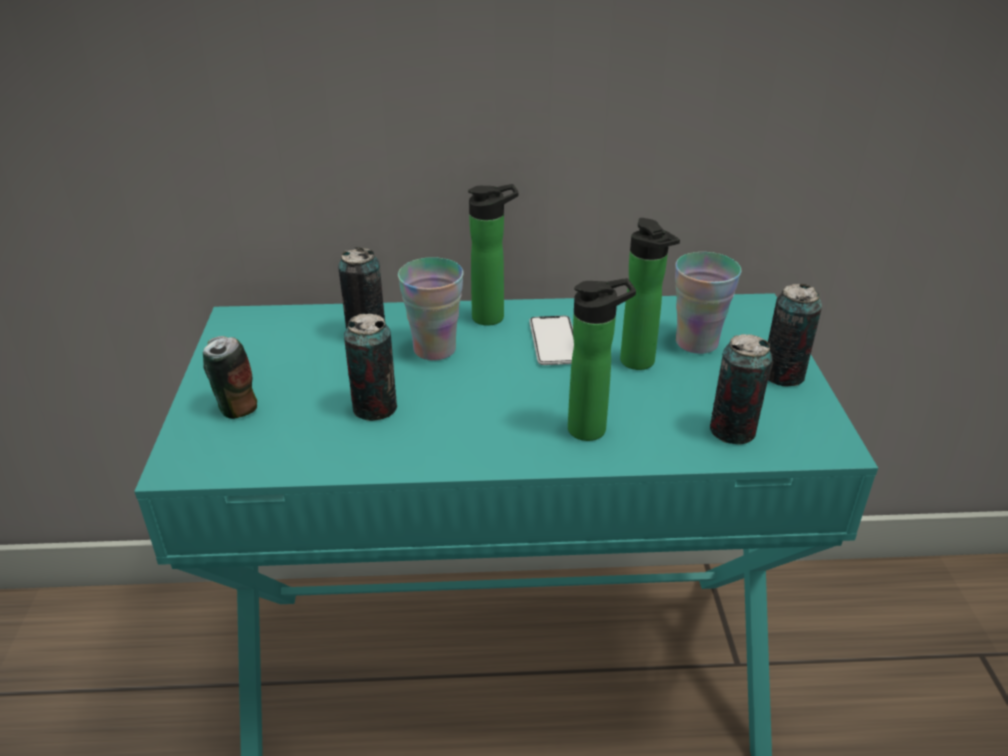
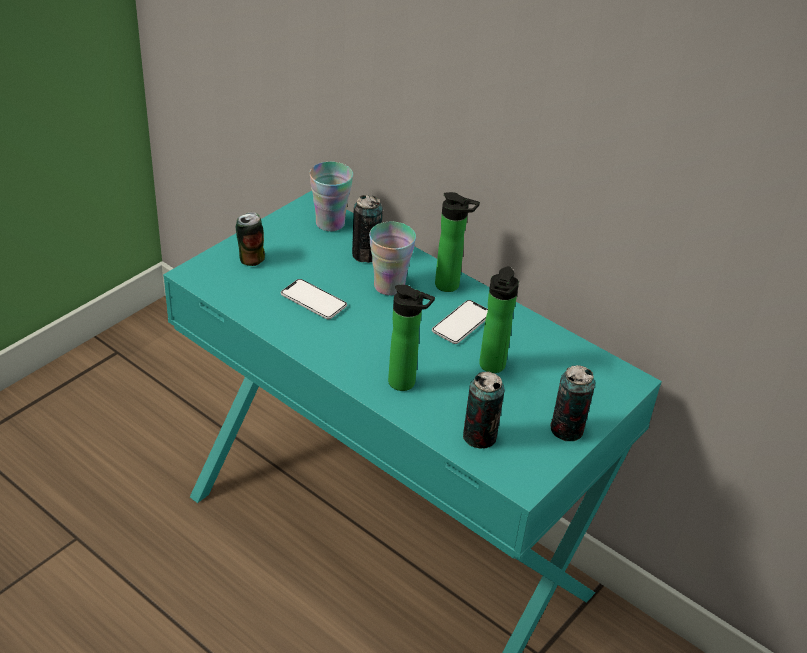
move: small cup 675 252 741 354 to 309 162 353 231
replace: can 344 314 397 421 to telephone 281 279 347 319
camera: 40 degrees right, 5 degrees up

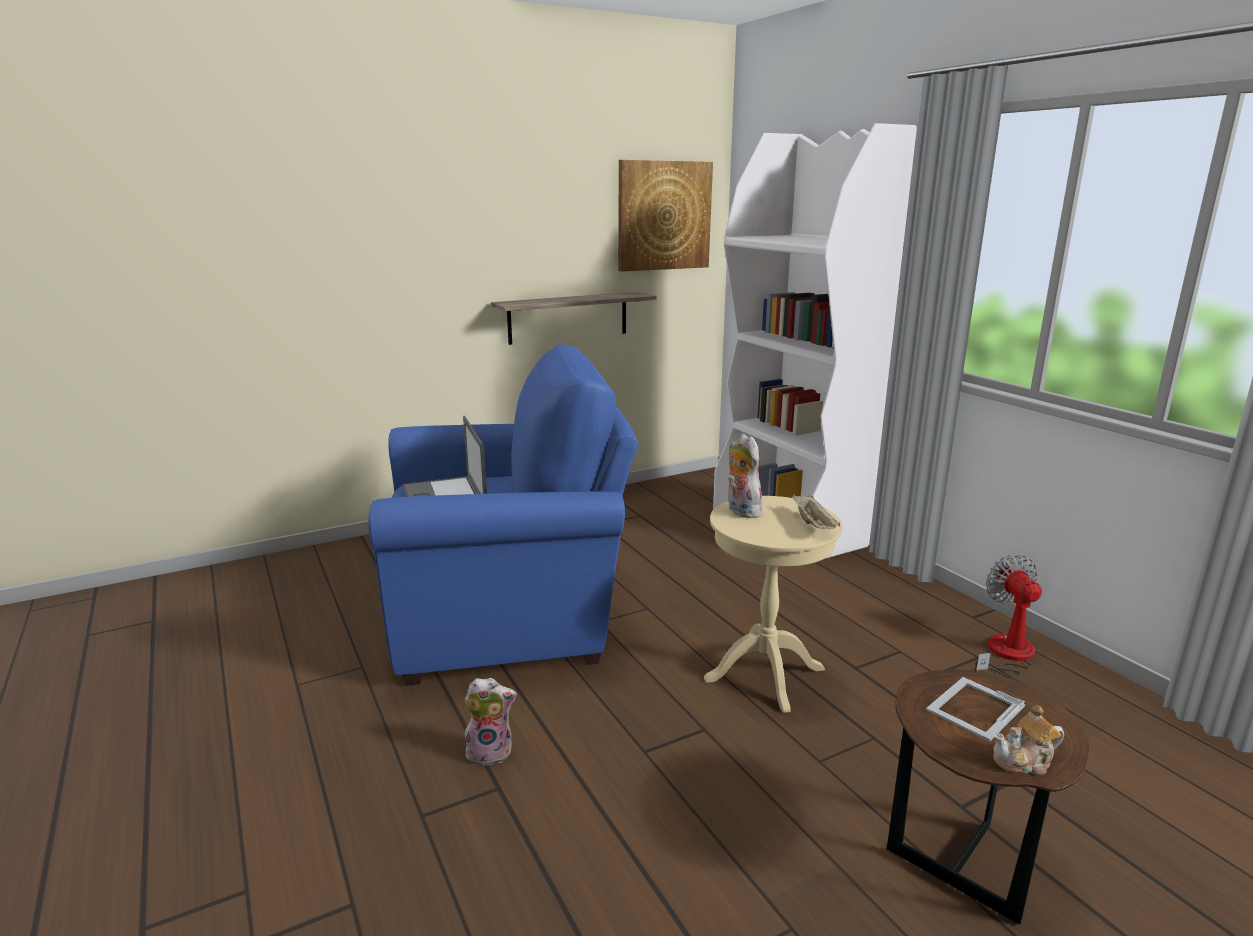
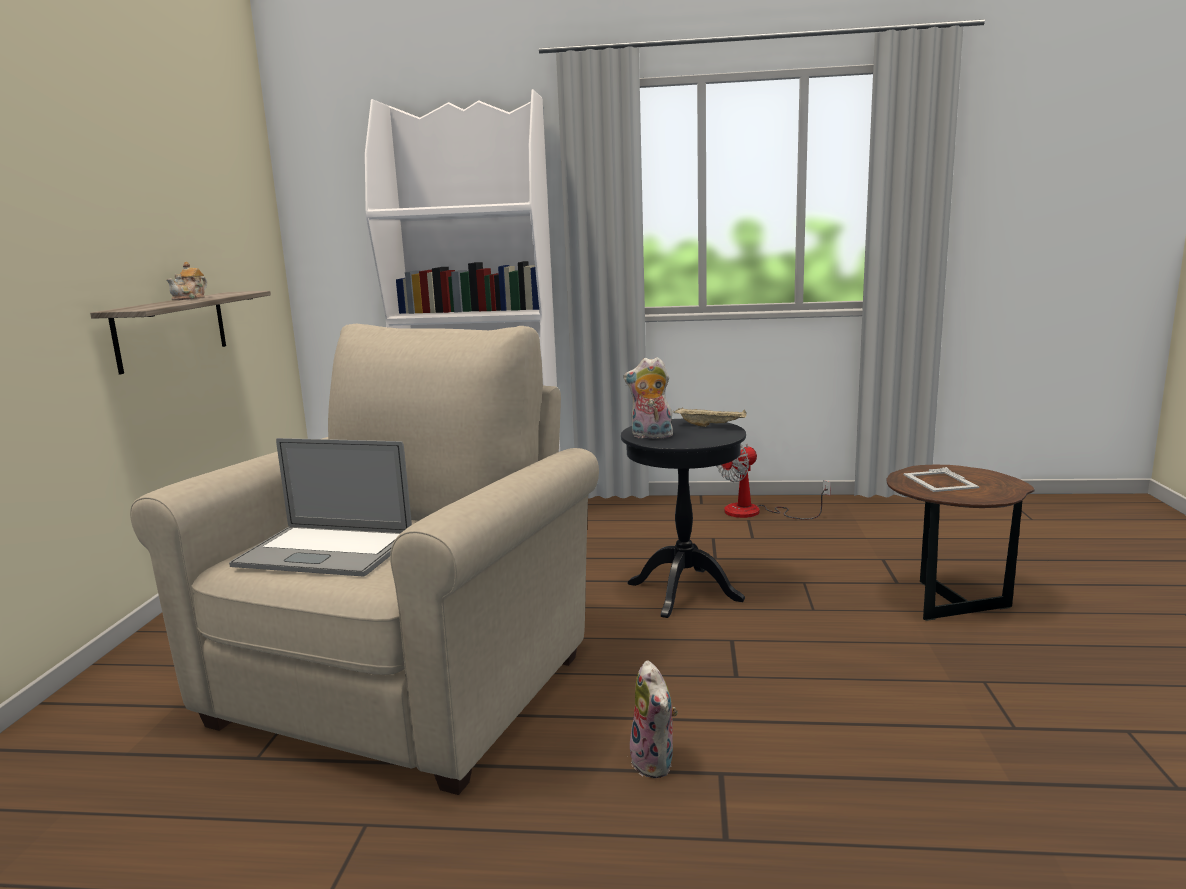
delete: picture 618 160 713 272
move: tea pot 993 705 1064 775 to 166 262 207 300
recolor: blue-coloured easy chair 368 344 639 686 to sand-coloured easy chair 130 324 599 795; sand-coloured accent table 704 496 843 713 to blackish accent table 621 419 746 618
rotate: plush toy 465 678 517 766 = 627 660 678 778 135 degrees clockwise; cooling fan 970 554 1042 679 = 716 444 831 520 60 degrees counterclockwise
camera: 55 degrees left, 5 degrees down

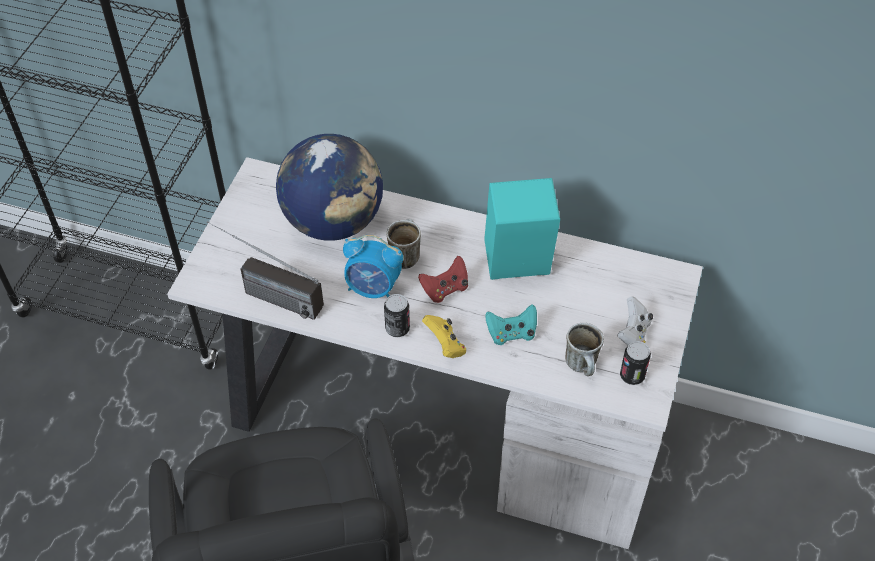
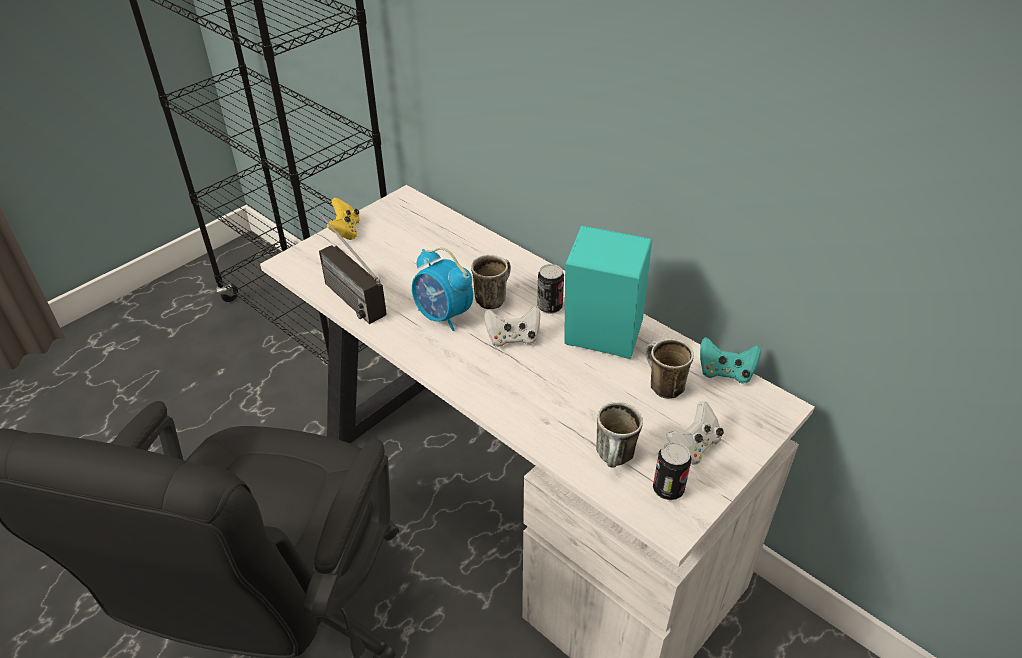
delete: globe 276 134 383 241
insert: mug 646 339 694 399
move: yellowish gamepad 422 315 466 358 to 327 198 360 240; can 384 294 410 337 to 537 264 564 314; blue-green gamepad 486 304 537 345 to 700 337 761 384
recolor: red gamepad 418 256 468 303 to white gamepad 484 306 540 347
camera: 25 degrees right, 10 degrees down

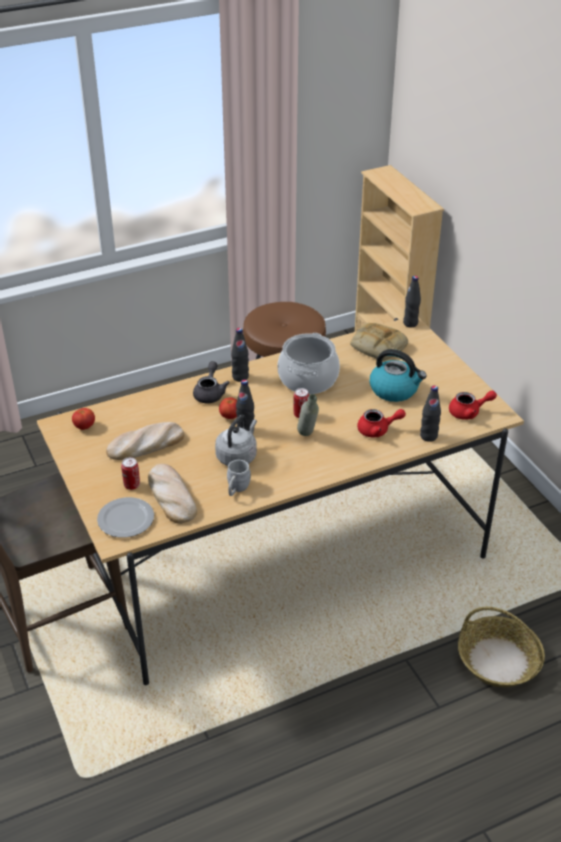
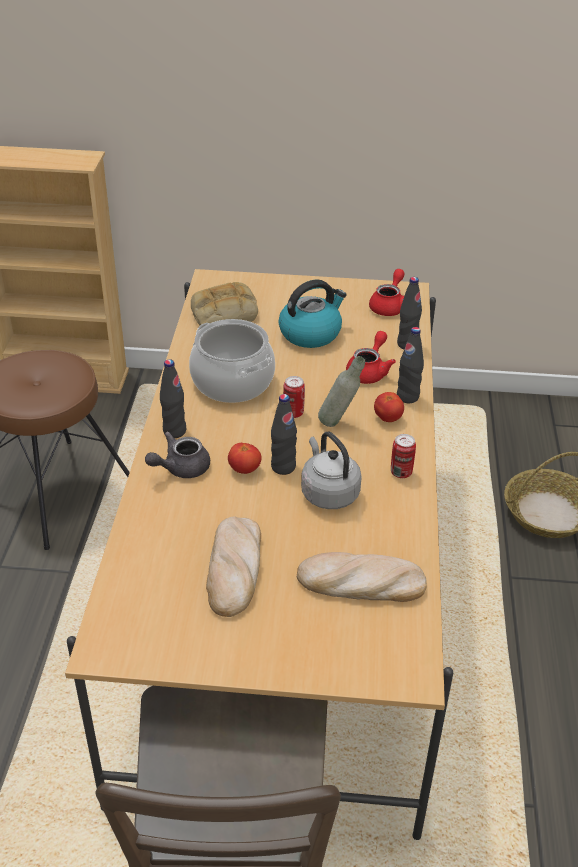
delete: flat dish 97 497 154 538; gray mug 227 460 251 496
move: whole tomato 72 408 95 430 to 374 392 404 422; can 121 457 140 490 to 391 434 416 478; blackish drink bottle 403 276 421 327 to 397 327 424 403
rotate: gray tea pot 193 361 230 403 = 145 431 210 478 75 degrees counterclockwise
camera: 60 degrees left, 0 degrees up

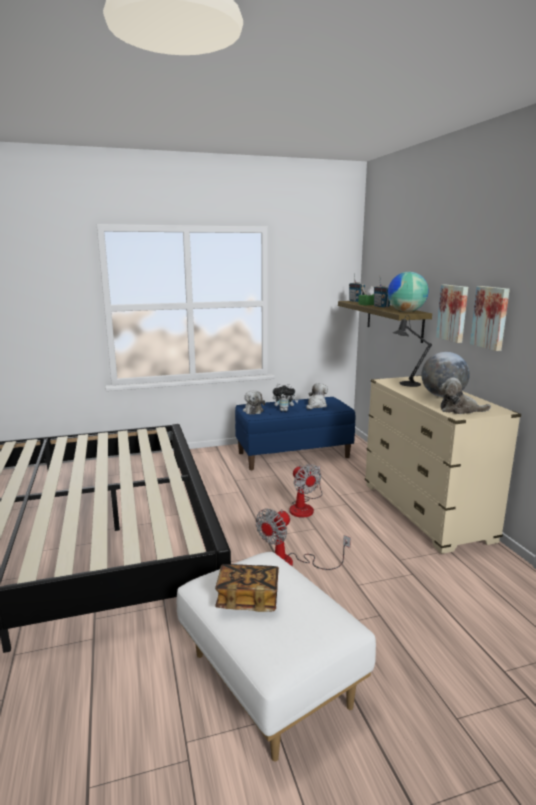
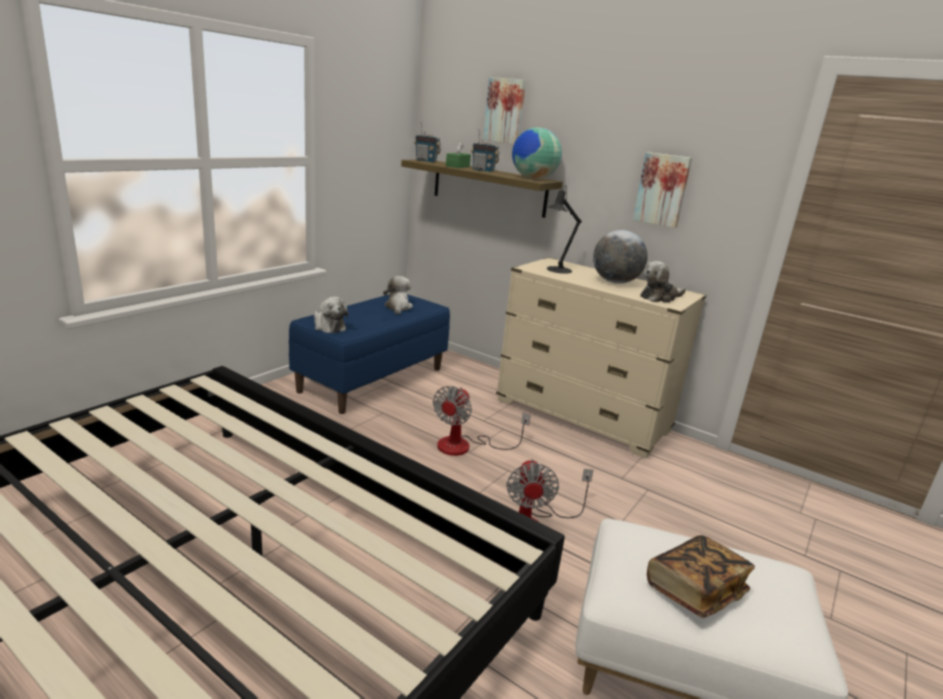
delete: plush toy 273 383 298 411
move: picture 436 285 468 343 to 483 77 526 144
rotate: cooling fan 289 464 322 518 = 433 386 531 456 90 degrees clockwise
camera: 40 degrees left, 5 degrees up

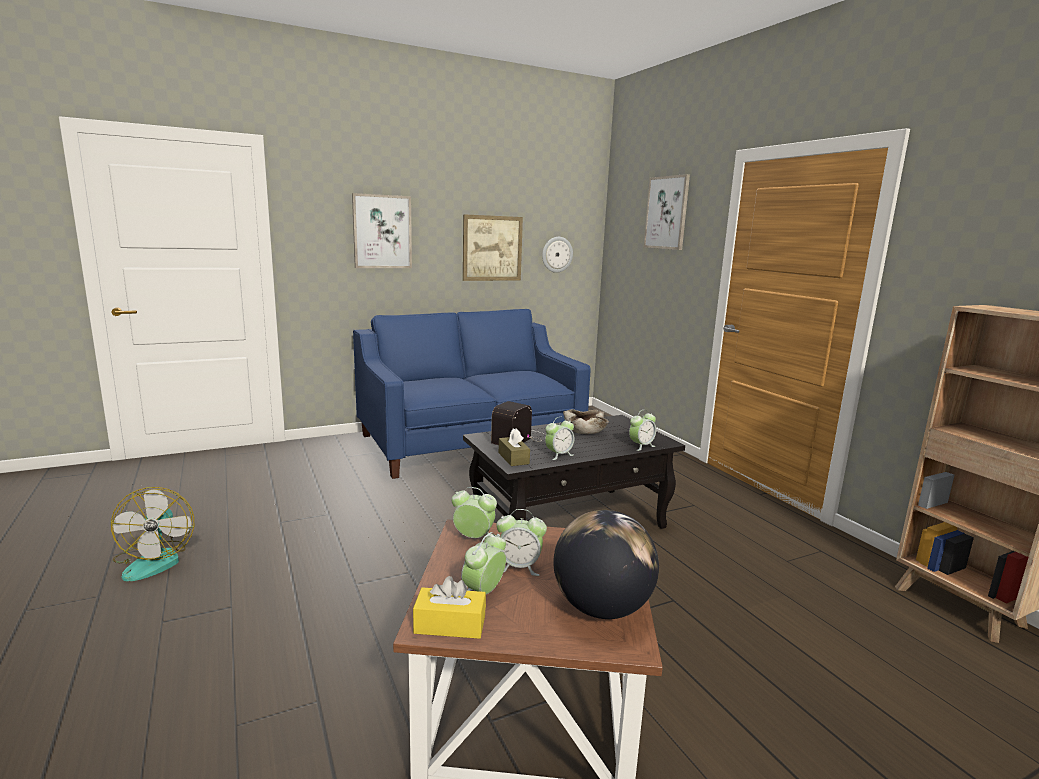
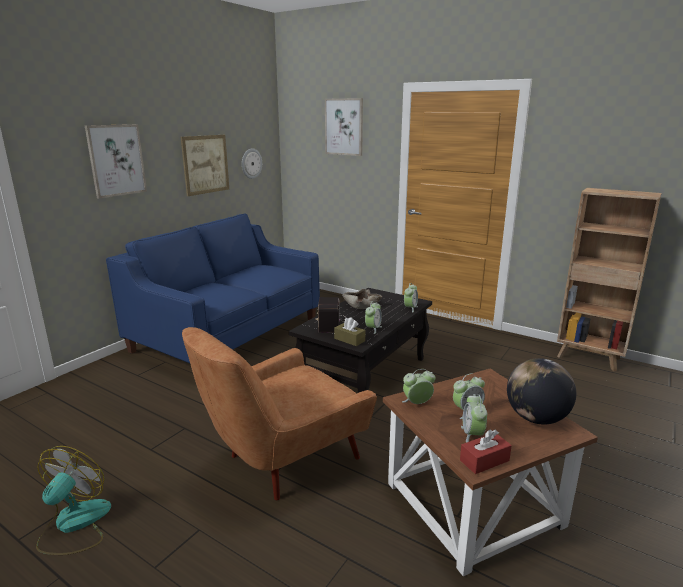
insert: brown easy chair 182 327 377 500
recolor: yellowish box of tissues 413 576 486 639 to red box of tissues 460 429 512 474
rotate: cooling fan 111 487 194 581 = 36 446 111 555 120 degrees counterclockwise
camera: 30 degrees left, 5 degrees up

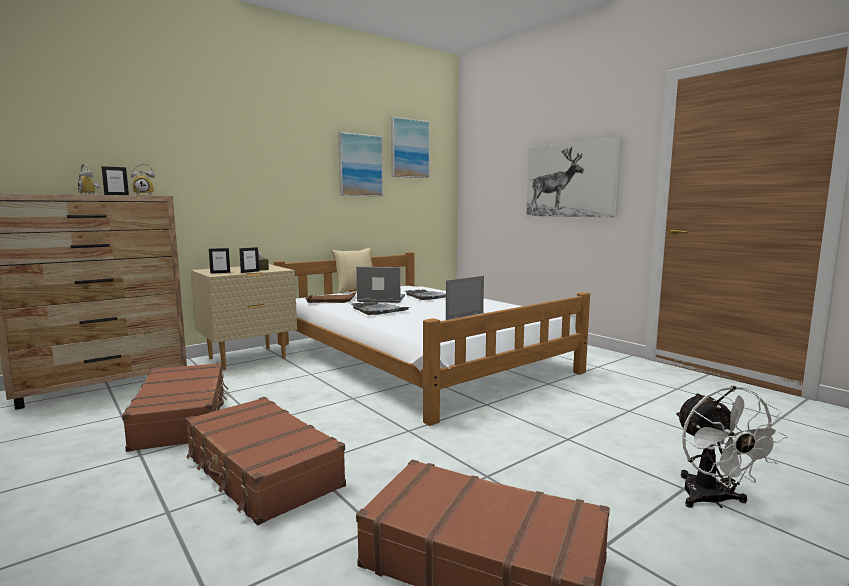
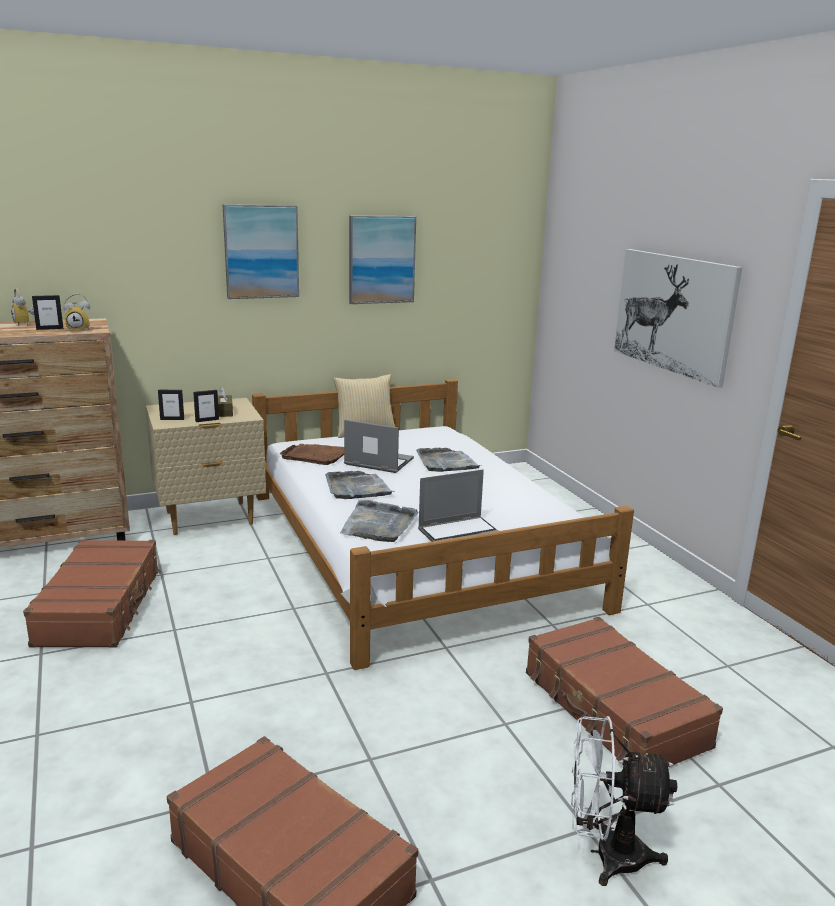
insert: gray serving tray 340 500 419 542
move: picture 391 117 430 178 to 222 204 299 299; brown travel case 185 397 346 525 to 526 617 723 767
rotate: white cooling fan 676 386 788 508 = 571 716 677 886 90 degrees clockwise
camera: 15 degrees right, 10 degrees up

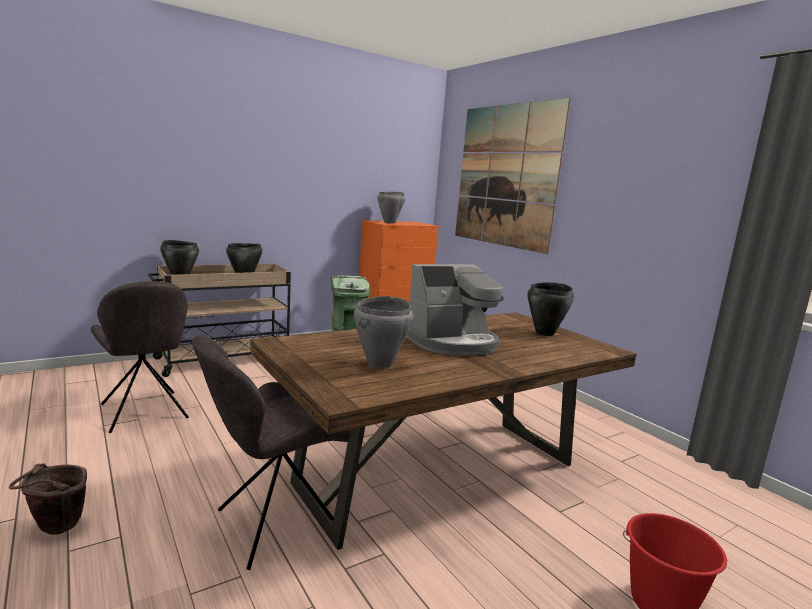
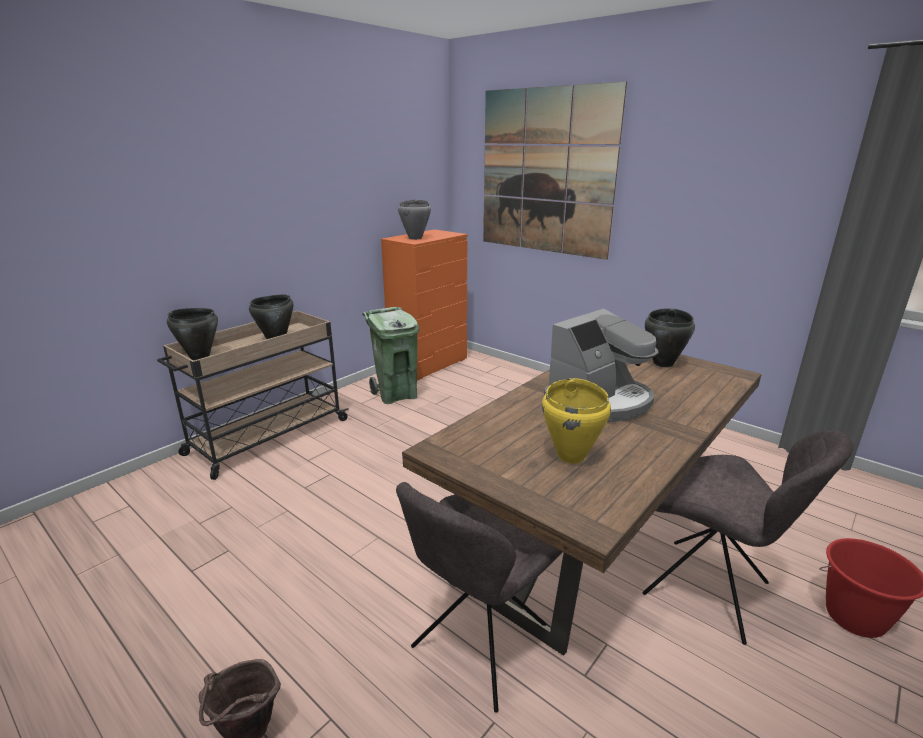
move: gray chair 91 281 189 433 to 642 431 854 645
recolor: gray saucepot 354 296 413 369 to yellowish saucepot 542 378 611 464
camera: 15 degrees left, 10 degrees up

